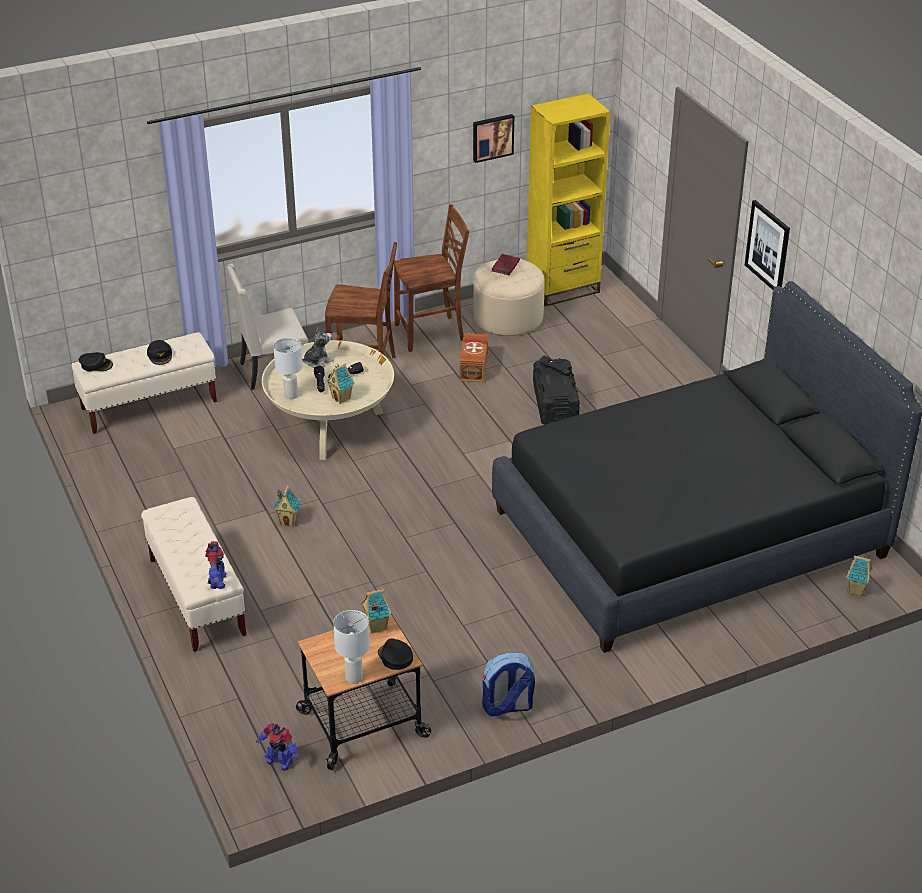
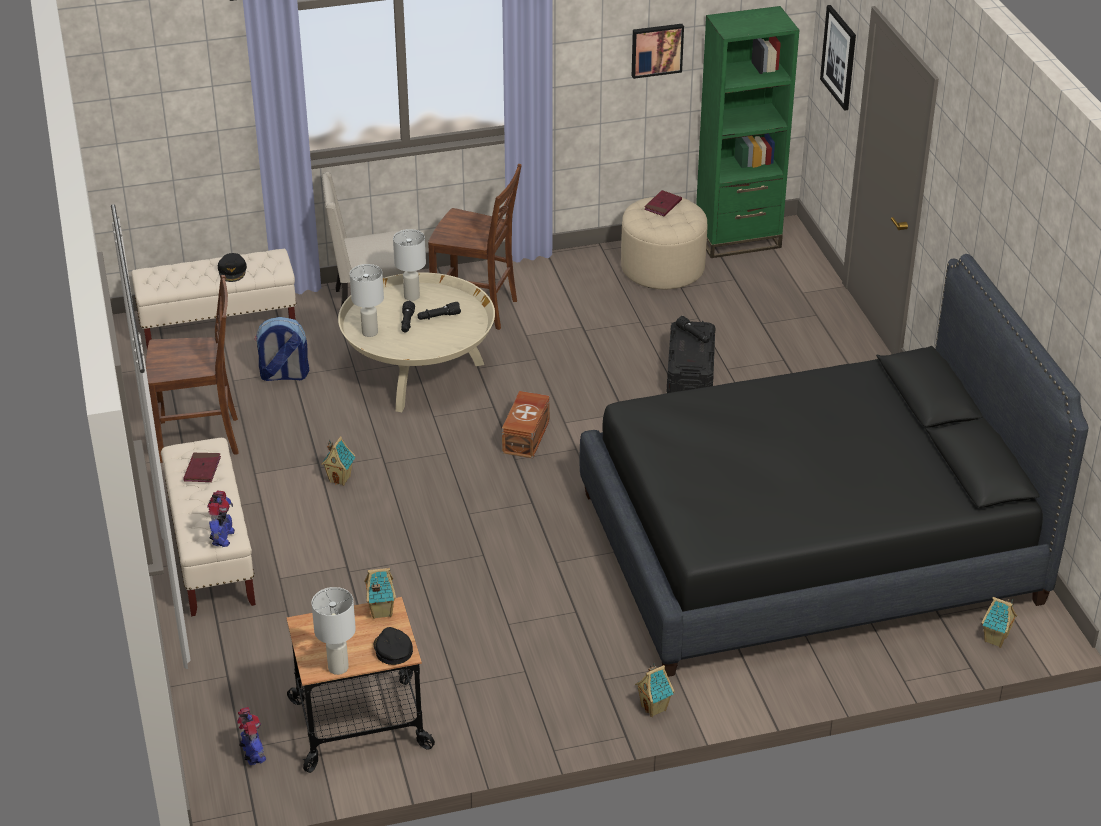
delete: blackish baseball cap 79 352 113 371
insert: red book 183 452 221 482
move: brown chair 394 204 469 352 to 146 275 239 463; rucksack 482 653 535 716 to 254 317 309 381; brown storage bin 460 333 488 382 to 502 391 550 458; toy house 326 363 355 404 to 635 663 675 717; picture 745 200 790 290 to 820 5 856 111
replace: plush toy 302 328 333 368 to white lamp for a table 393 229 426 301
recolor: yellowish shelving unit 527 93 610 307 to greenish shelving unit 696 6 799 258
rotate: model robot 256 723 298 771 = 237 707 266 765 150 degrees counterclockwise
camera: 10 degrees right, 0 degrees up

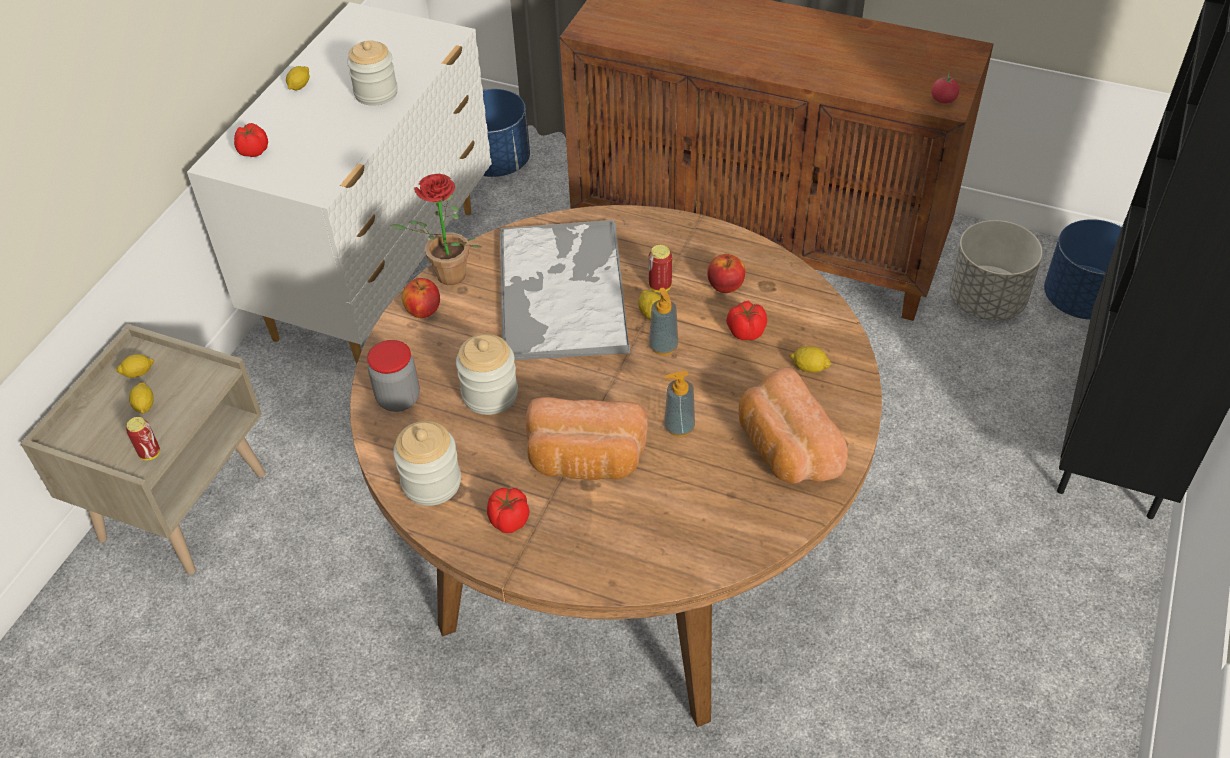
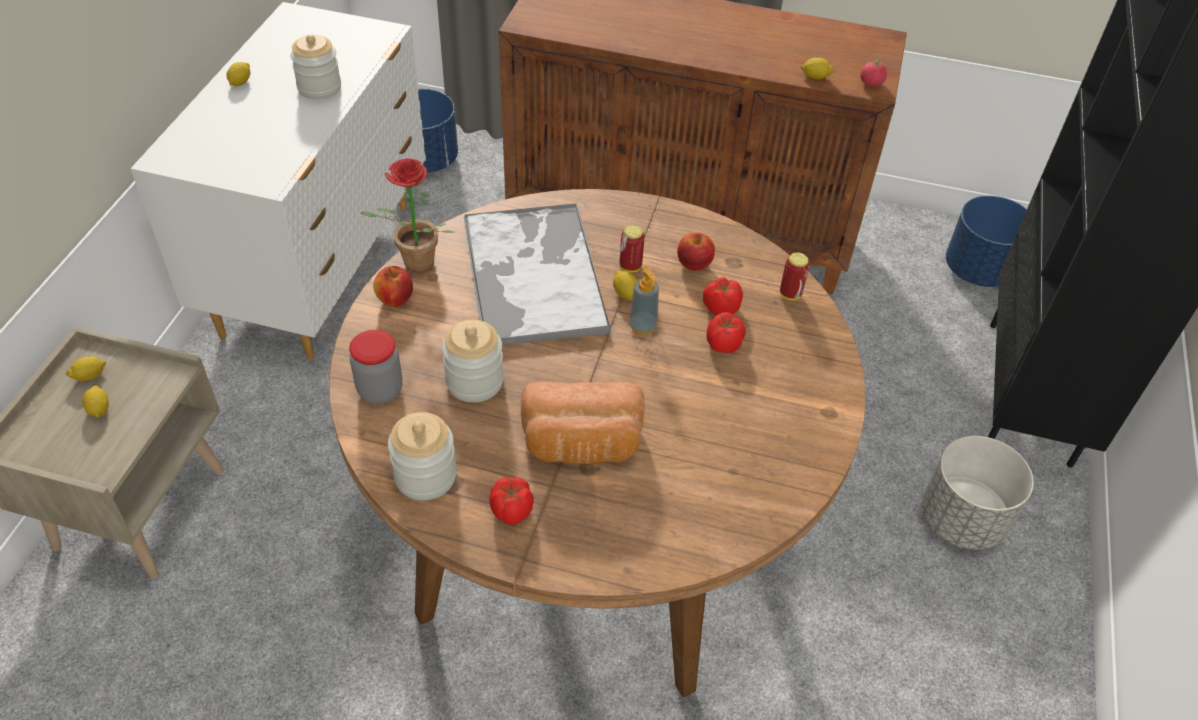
delete: soap bottle 664 371 695 437; bakery bread 739 367 848 483
move: whole tomato 234 123 268 157 to 707 312 746 353; can 126 417 160 460 to 780 252 810 300; citrus fruit 789 346 832 373 to 800 58 834 79; gray planter 949 220 1043 320 to 922 436 1034 550
camera: 10 degrees left, 0 degrees up

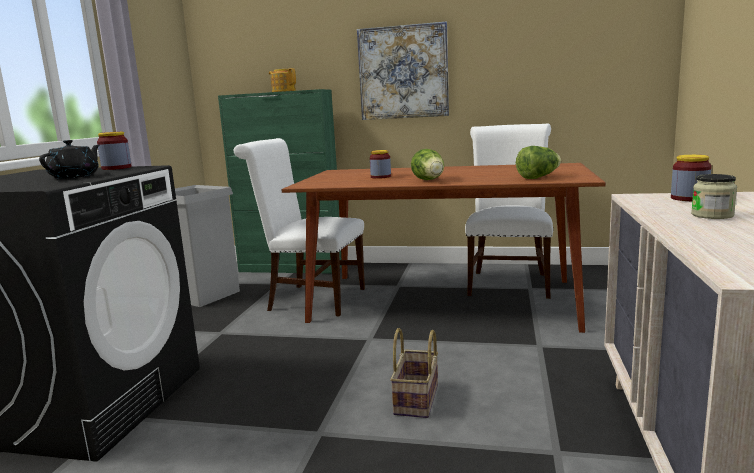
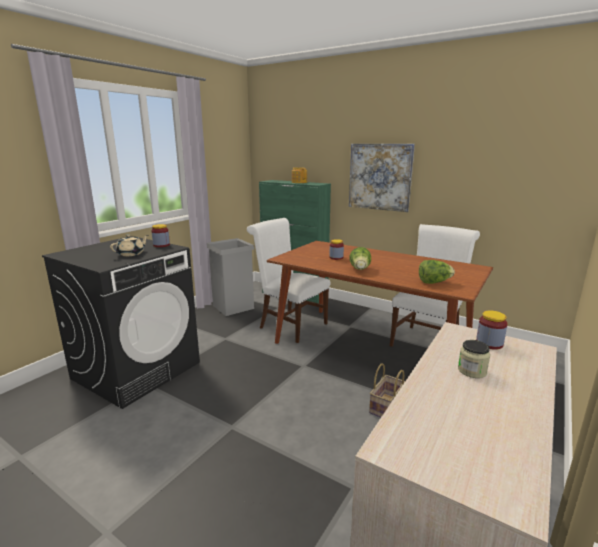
move: household basket 390 328 438 418 to 369 363 405 418
recolor: blackish tea pot 39 140 100 179 to sand-coloured tea pot 110 234 149 256
camera: 20 degrees right, 5 degrees up

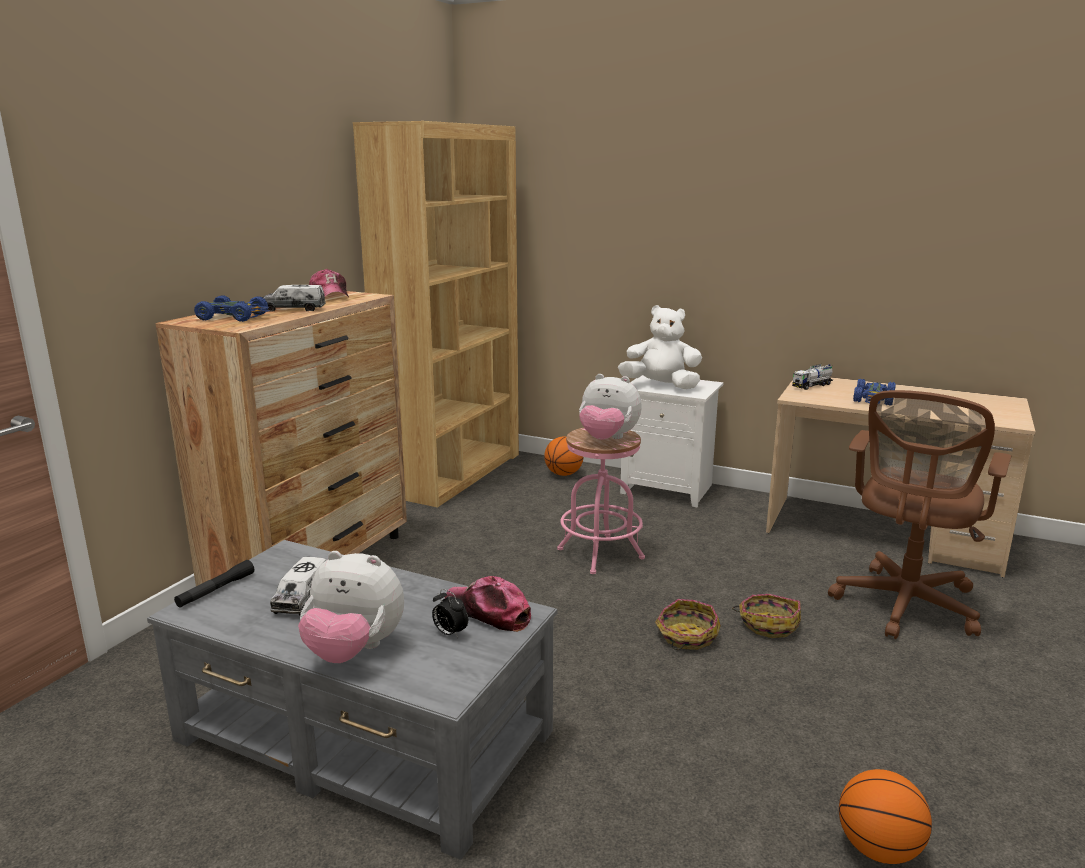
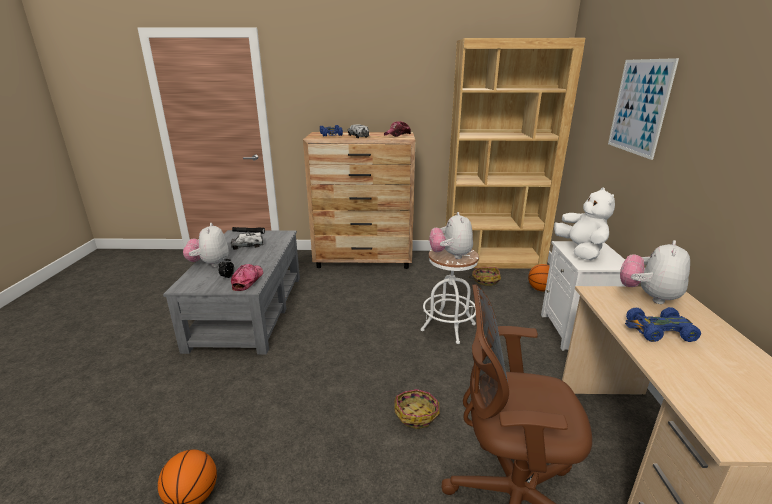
insert: picture 608 58 679 160
move: household basket 655 599 721 650 to 469 267 501 286
replace: toy truck 792 364 833 390 to plush toy 620 240 690 304
recolor: pink-coloured sitting stool 557 428 645 574 to white sitting stool 421 249 479 344
camera: 65 degrees right, 5 degrees up

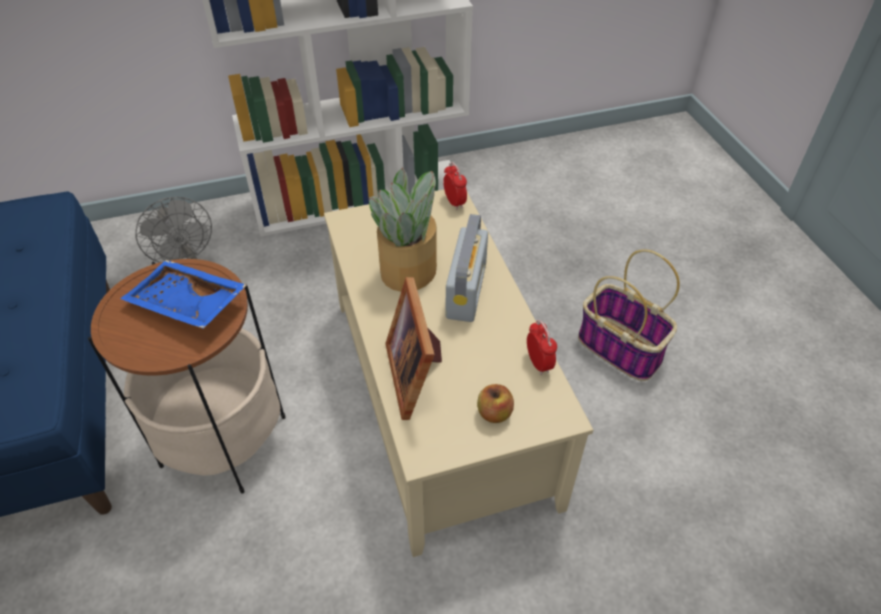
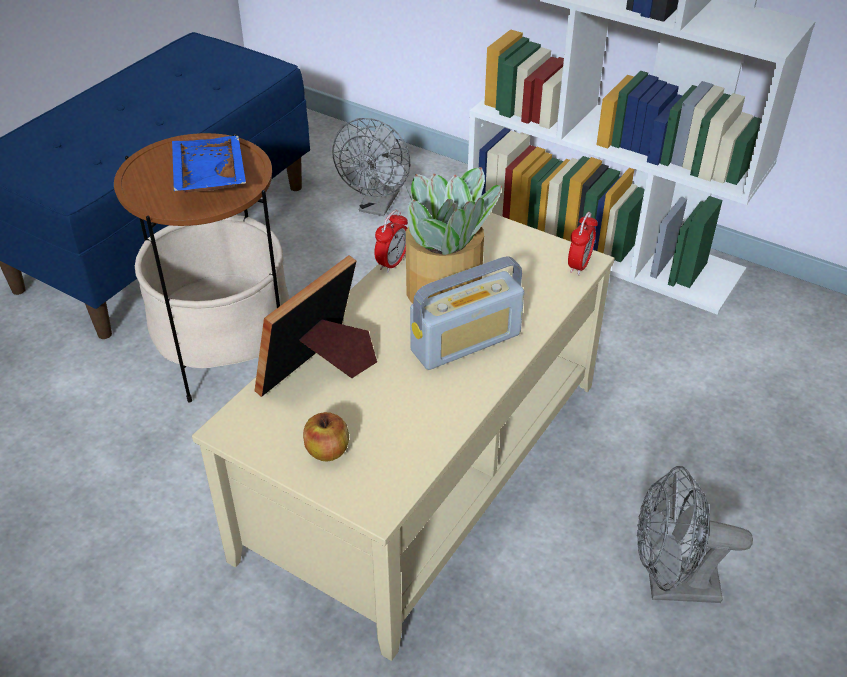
move: table clock 527 320 557 375 to 374 210 408 273
replace: household basket 578 249 680 381 to gray cooling fan 637 466 753 603
camera: 50 degrees right, 5 degrees down

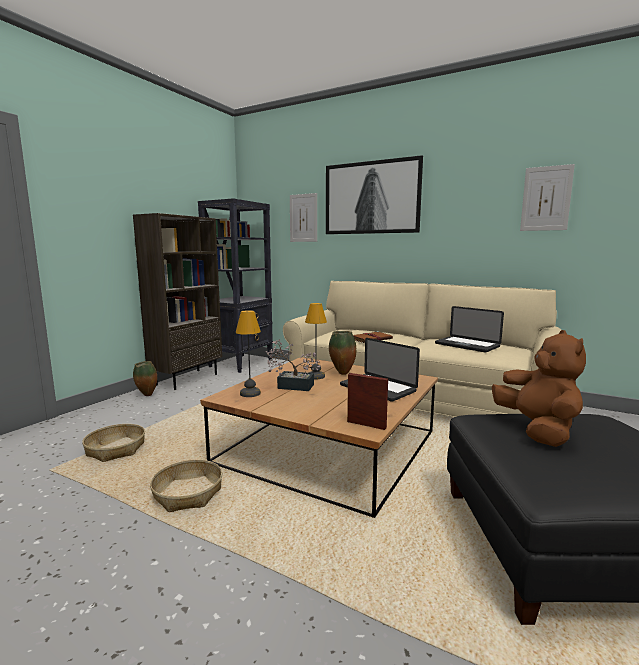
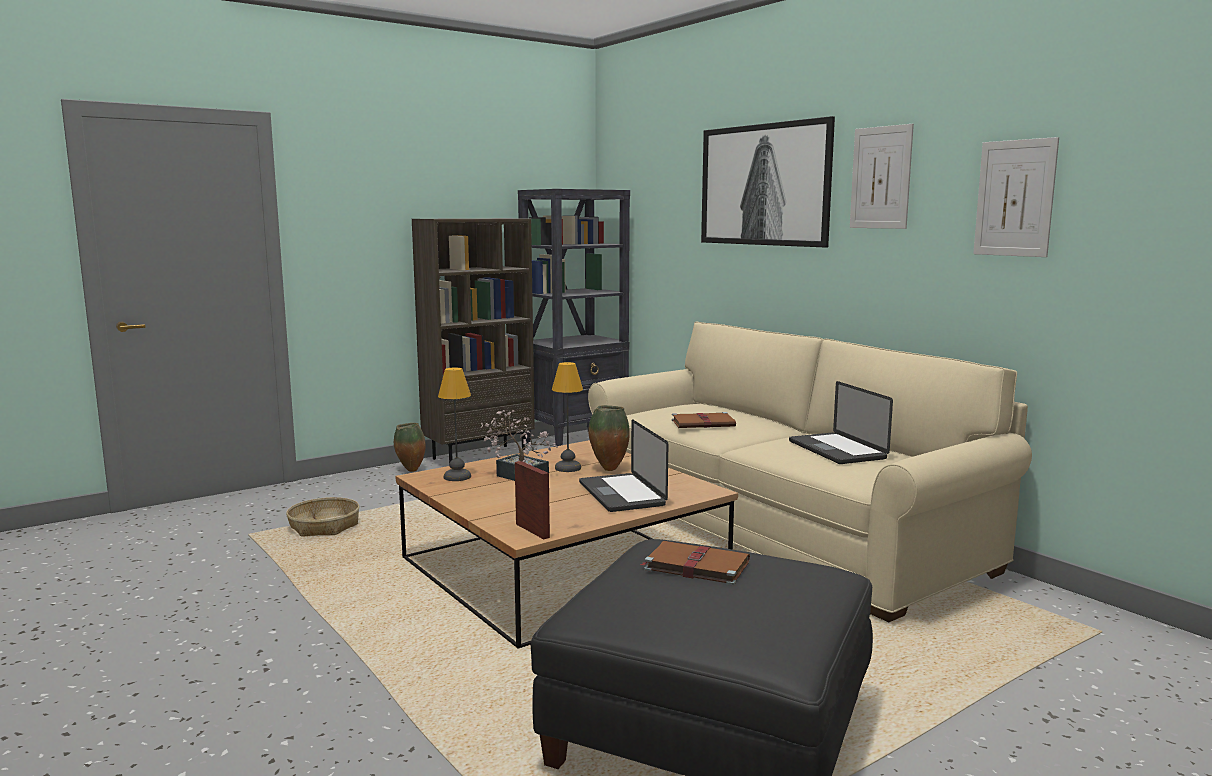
delete: household basket 150 460 223 512
move: picture 290 193 317 242 to 850 124 914 229
replace: brown plush toy 492 330 586 447 to brown book 640 541 750 585
camera: 25 degrees right, 0 degrees up

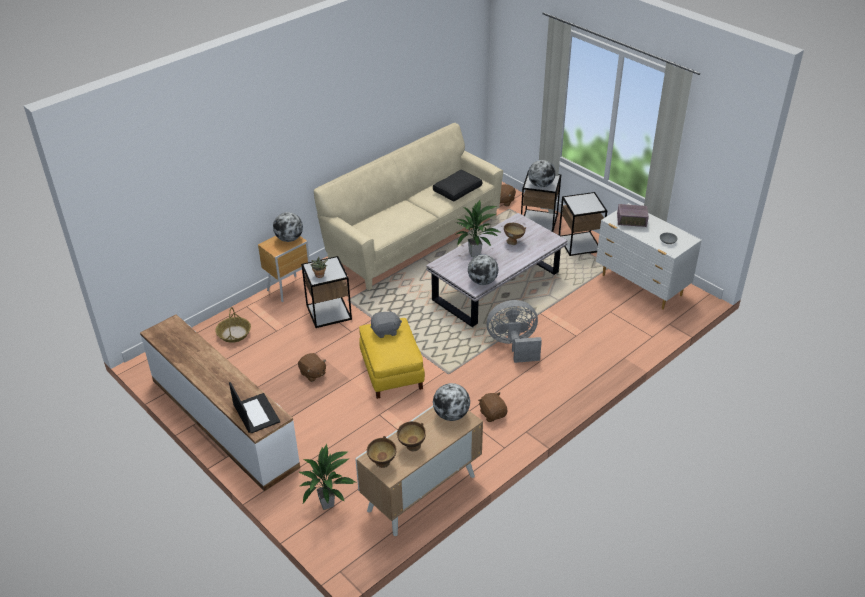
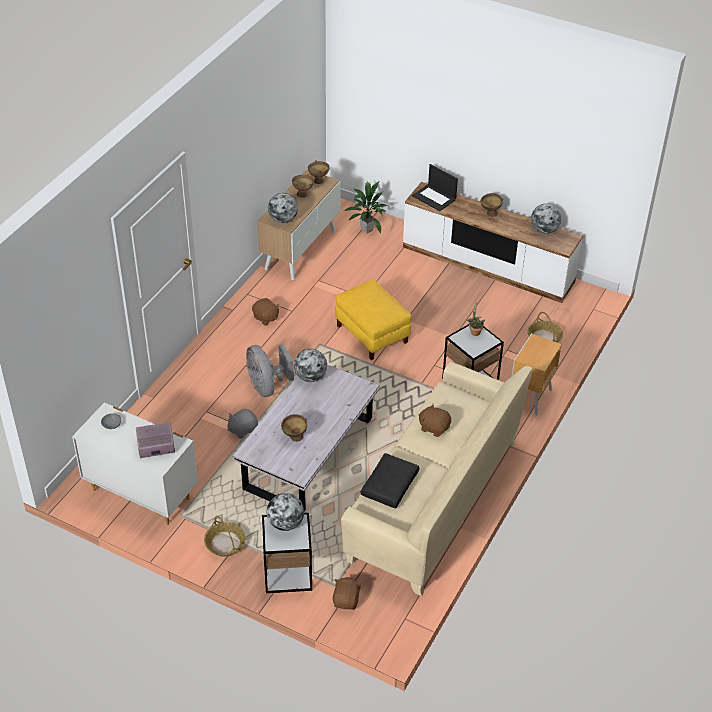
delete: potted plant 455 200 502 257
insert: brown serving bowl 480 193 504 217
move: gray plush toy 371 309 402 338 to 227 409 258 439; brown plush toy 298 353 326 382 to 418 404 451 437; globe 273 212 303 242 to 531 204 561 234
replace: accent table 559 192 607 256 to household basket 204 516 246 557
rotate: gray cooling fan 486 300 542 363 = 246 344 294 397 90 degrees clockwise
camera: 160 degrees right, 5 degrees up

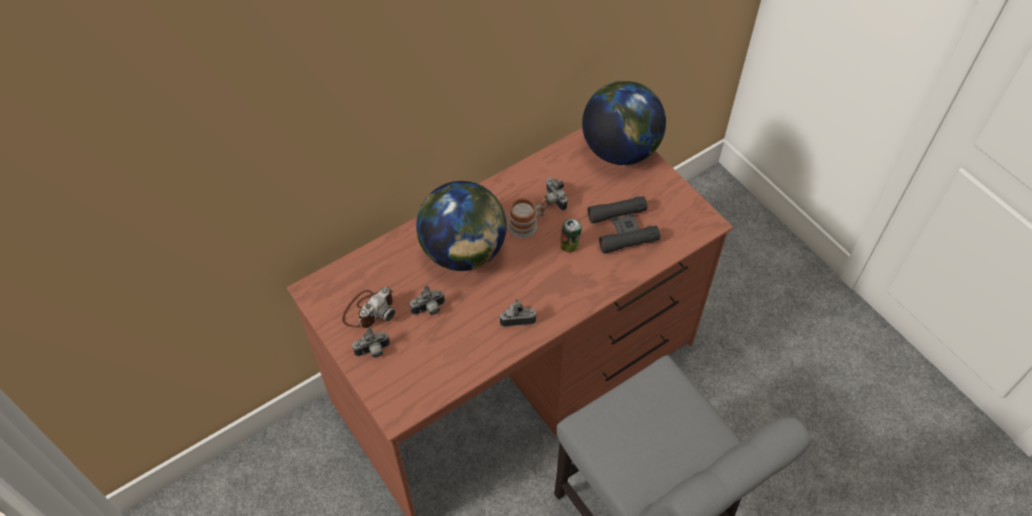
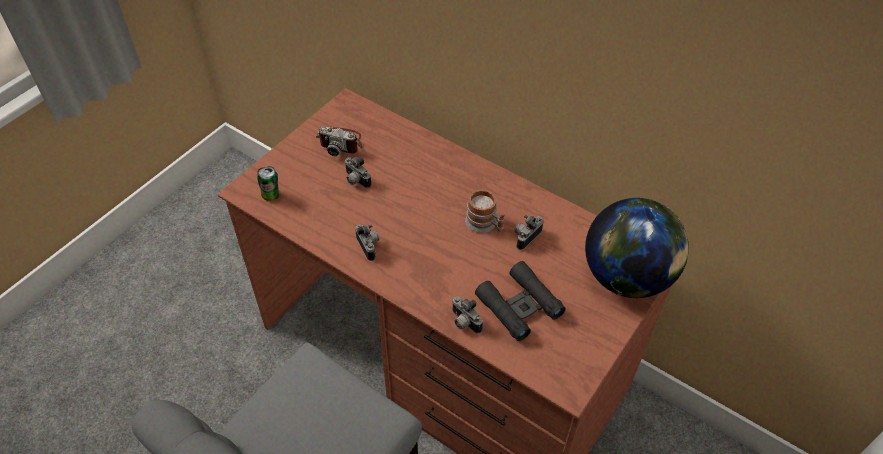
delete: globe 416 181 506 271
move: can 560 219 582 253 to 257 166 279 201; still camera 352 328 390 358 to 452 296 483 333
camera: 70 degrees right, 5 degrees down

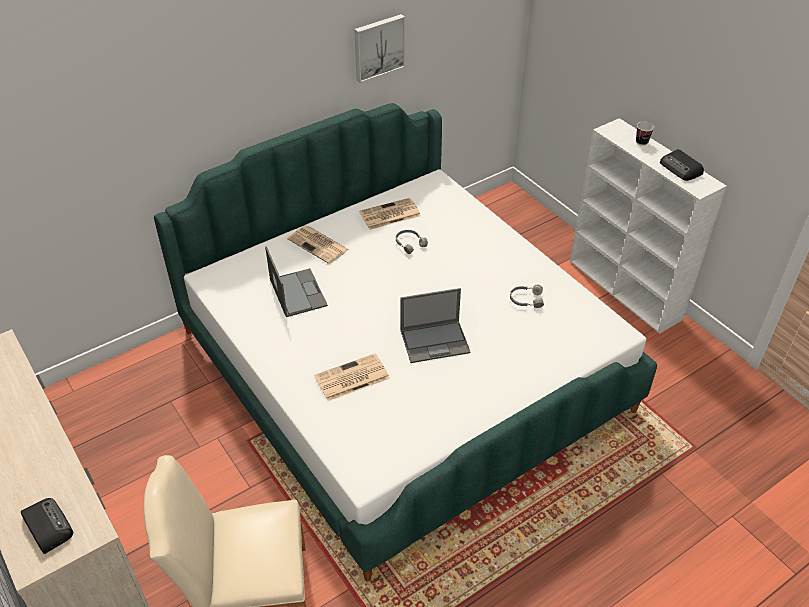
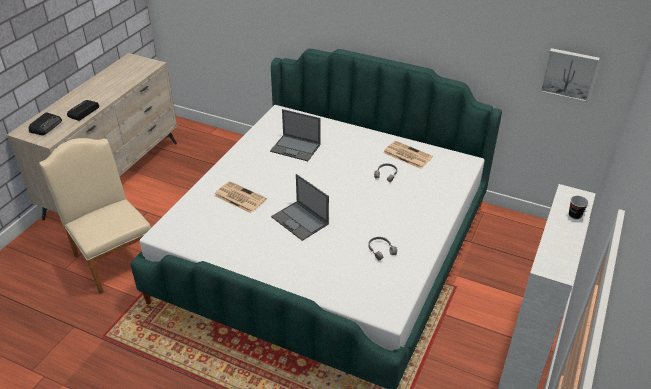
delete: newspaper 287 225 349 264
move: radio 660 149 704 181 to 67 100 99 121; picture 354 14 405 83 to 540 48 600 102
rotate: notebook computer 265 247 328 317 = 270 109 321 161 75 degrees clockwise
camera: 60 degrees right, 5 degrees down

